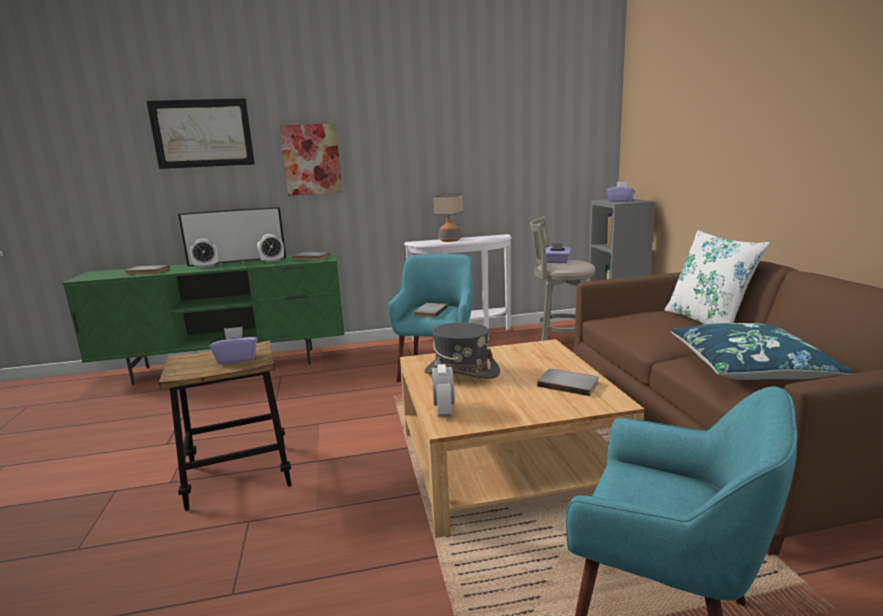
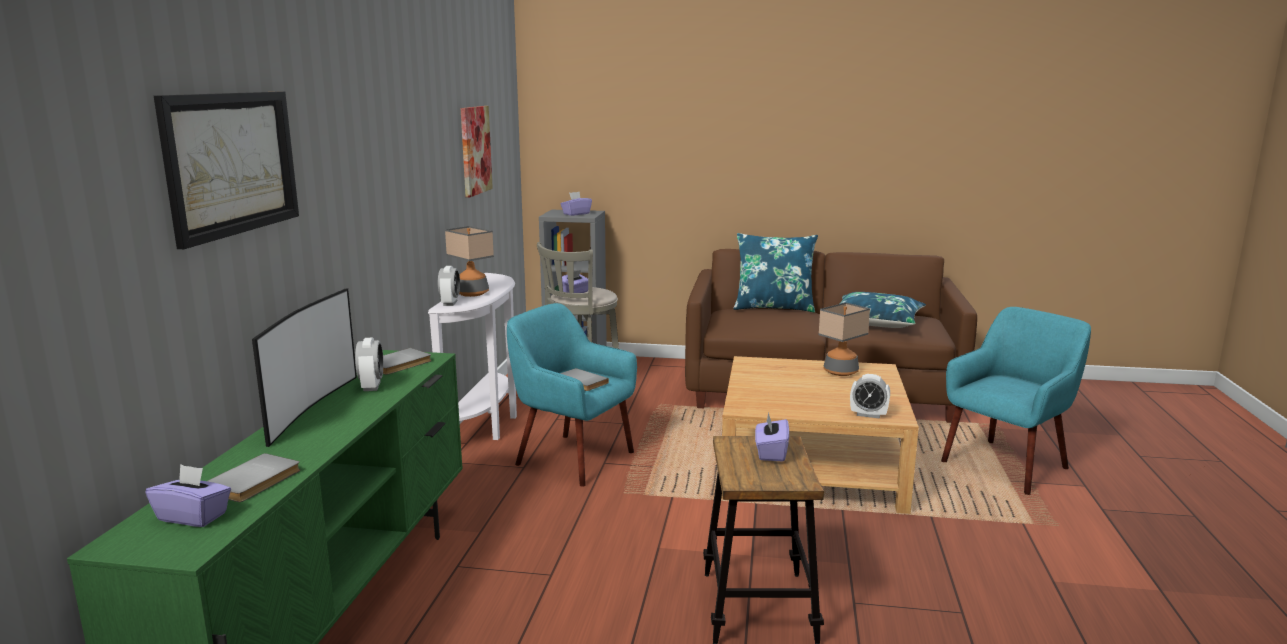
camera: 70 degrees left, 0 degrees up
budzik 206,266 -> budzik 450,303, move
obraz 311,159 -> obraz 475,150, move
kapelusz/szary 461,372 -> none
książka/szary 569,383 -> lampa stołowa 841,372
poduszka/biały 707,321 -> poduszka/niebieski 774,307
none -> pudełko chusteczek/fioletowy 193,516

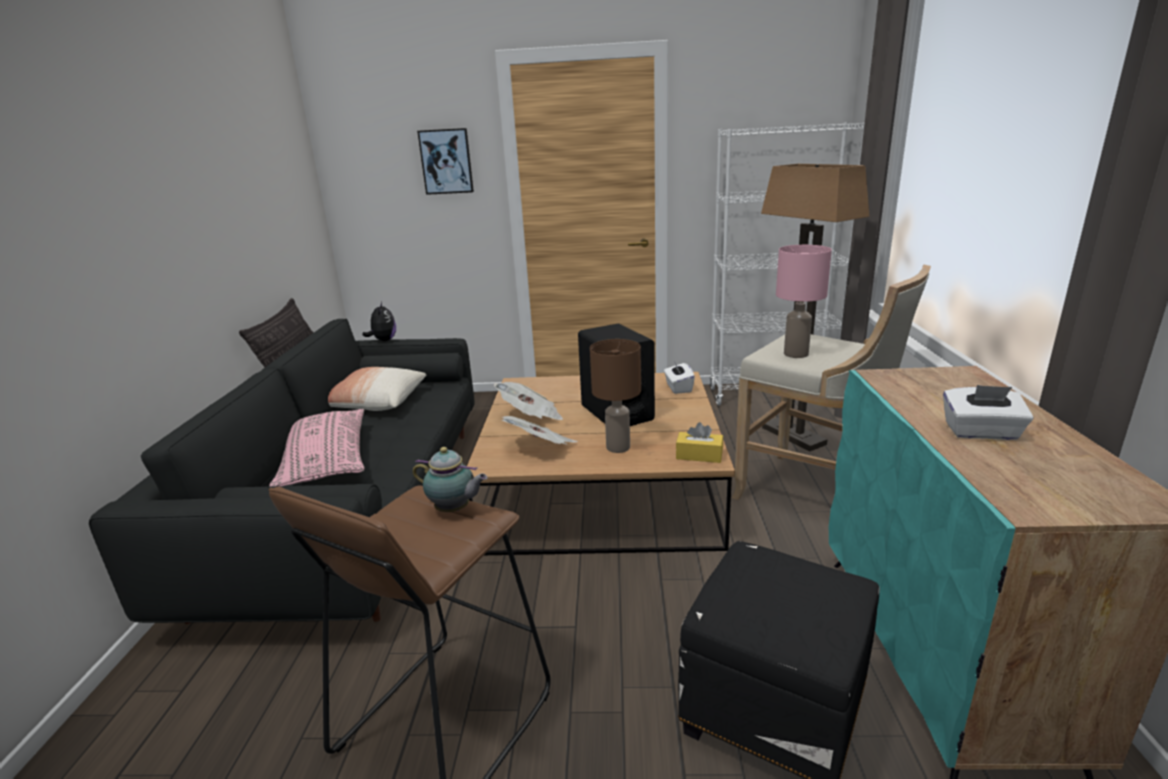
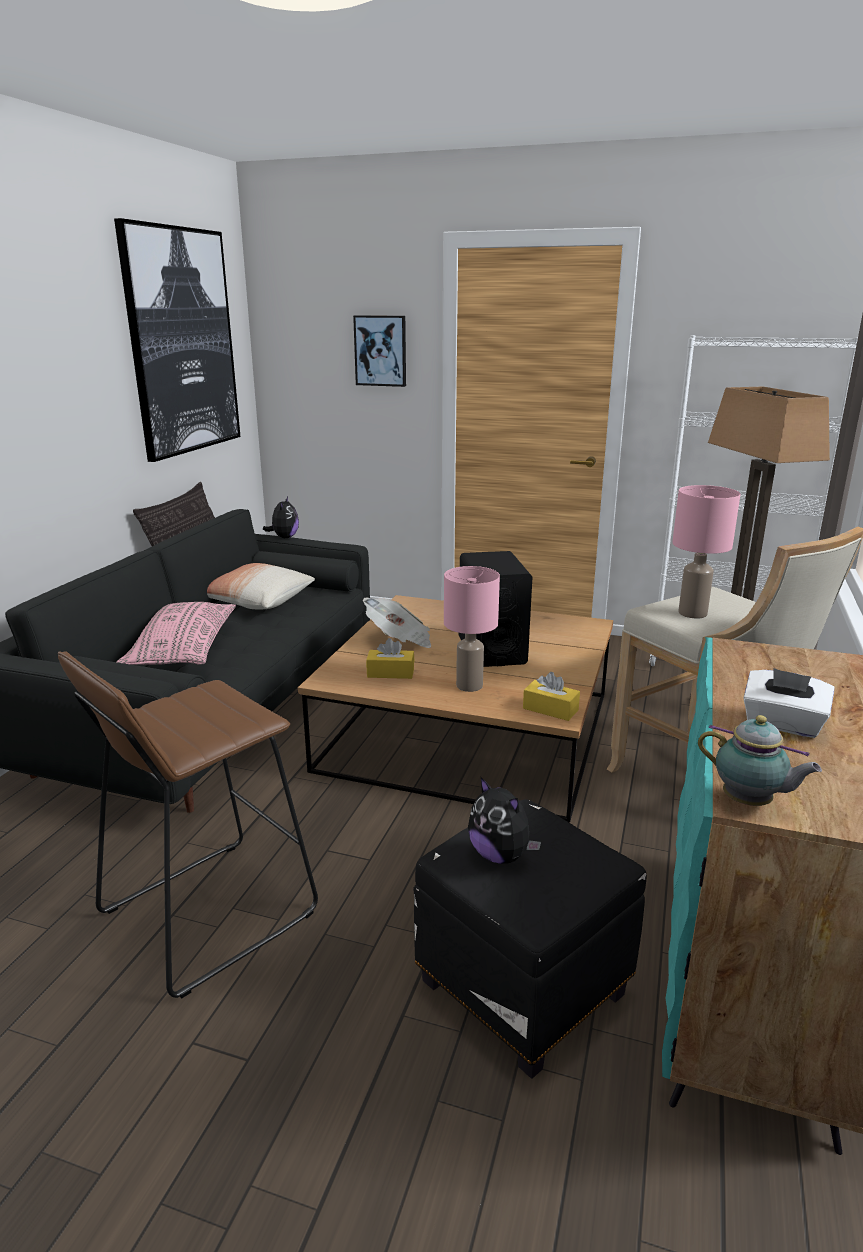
camera: 15 degrees right, 0 degrees up
imbryk 454,510 -> imbryk 749,803, move
gazeta 541,448 -> pudełko chusteczek/żółty 390,673
lampa stołowa/brązowy 617,447 -> lampa stołowa/różowy 469,685
pudełko chusteczek/biały 678,388 -> none
none -> obraz 182,342
none -> pluszak 500,855

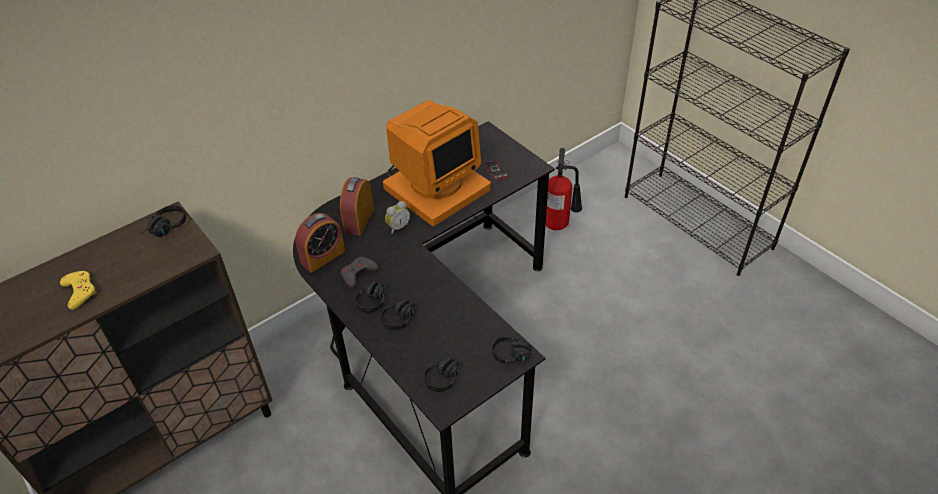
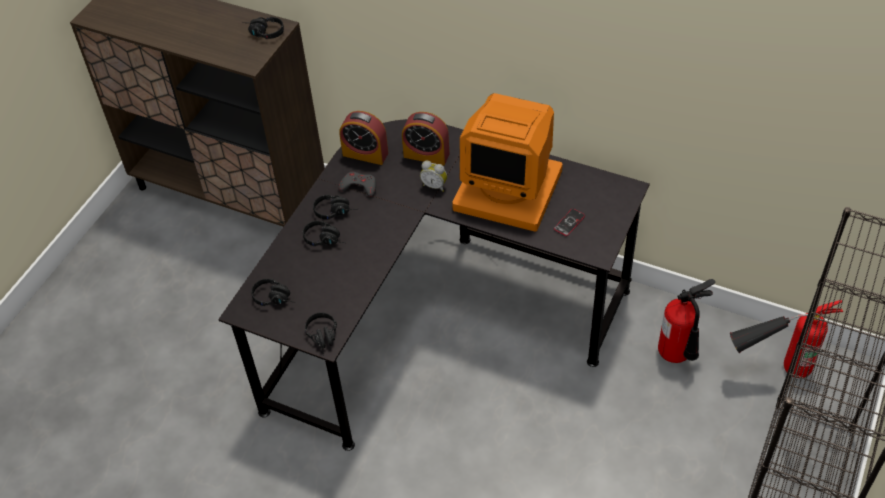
camera: 65 degrees right, 5 degrees up
pad do gier/żółty 80,291 -> none
budzik 359,220 -> budzik 426,155, 150 degrees counterclockwise
none -> gaśnica 771,370

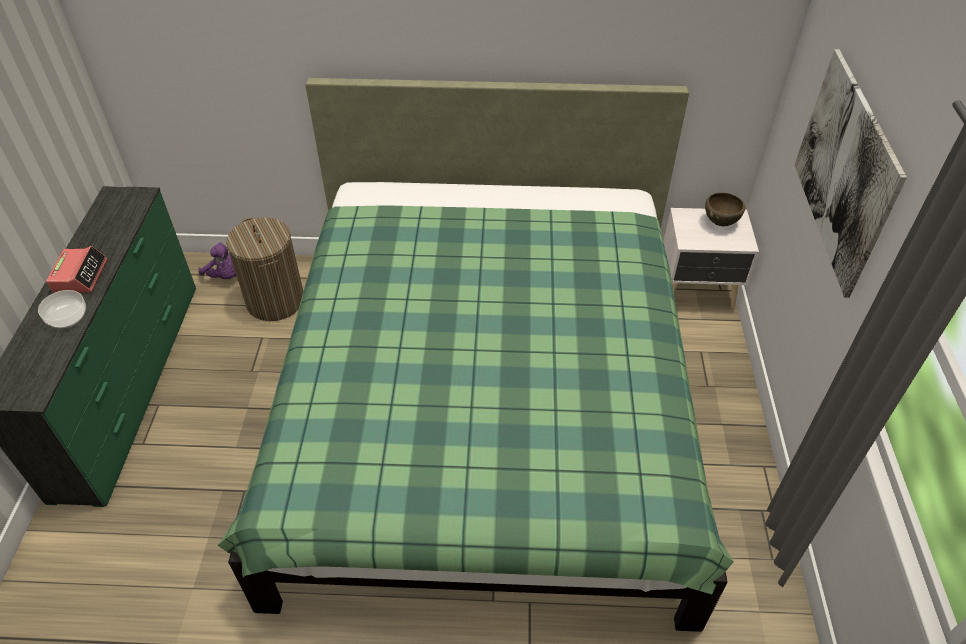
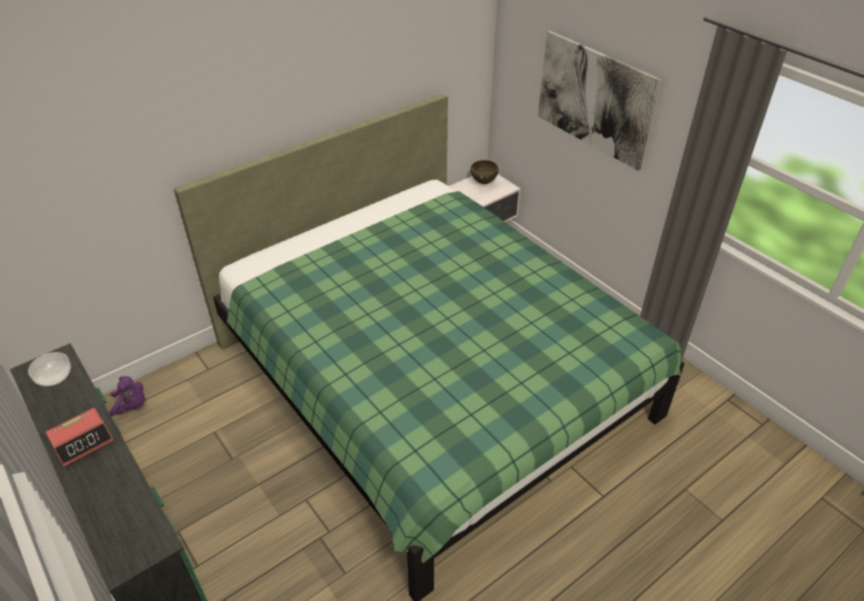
camera: 40 degrees left, 5 degrees down
miska 67,317 -> miska 53,376, move
budzik 80,276 -> budzik 82,441, 90 degrees clockwise
kosz na pranie 275,301 -> none

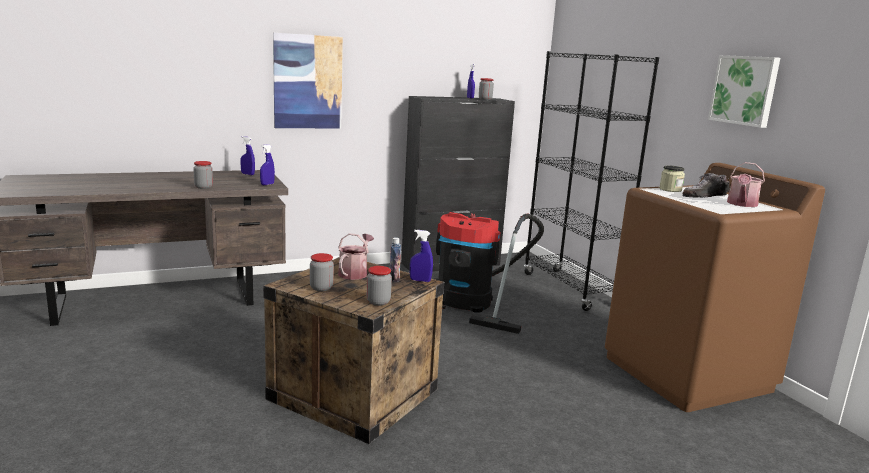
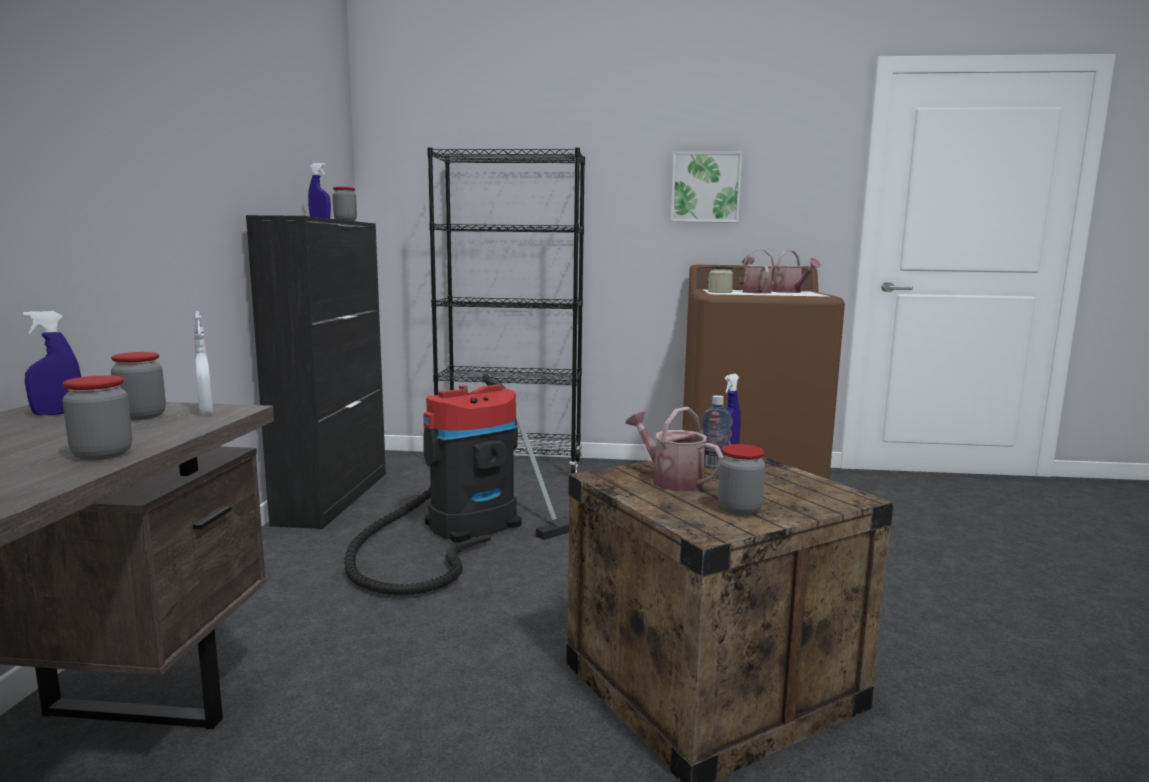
camera: 60 degrees left, 5 degrees down
spryskiwacz/niebieski 267,184 -> spryskiwacz/biały 206,412
obraz 308,82 -> none
słoik 378,302 -> słoik 142,416, move
but 704,196 -> konewka 755,292

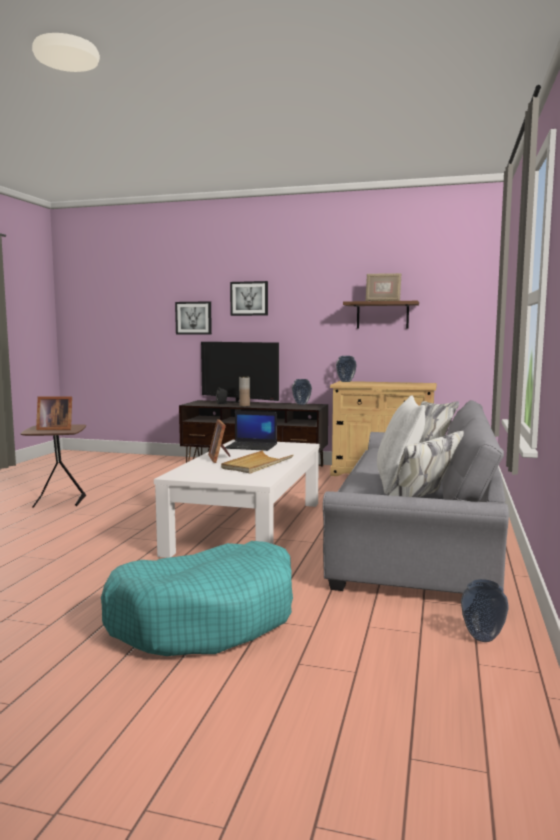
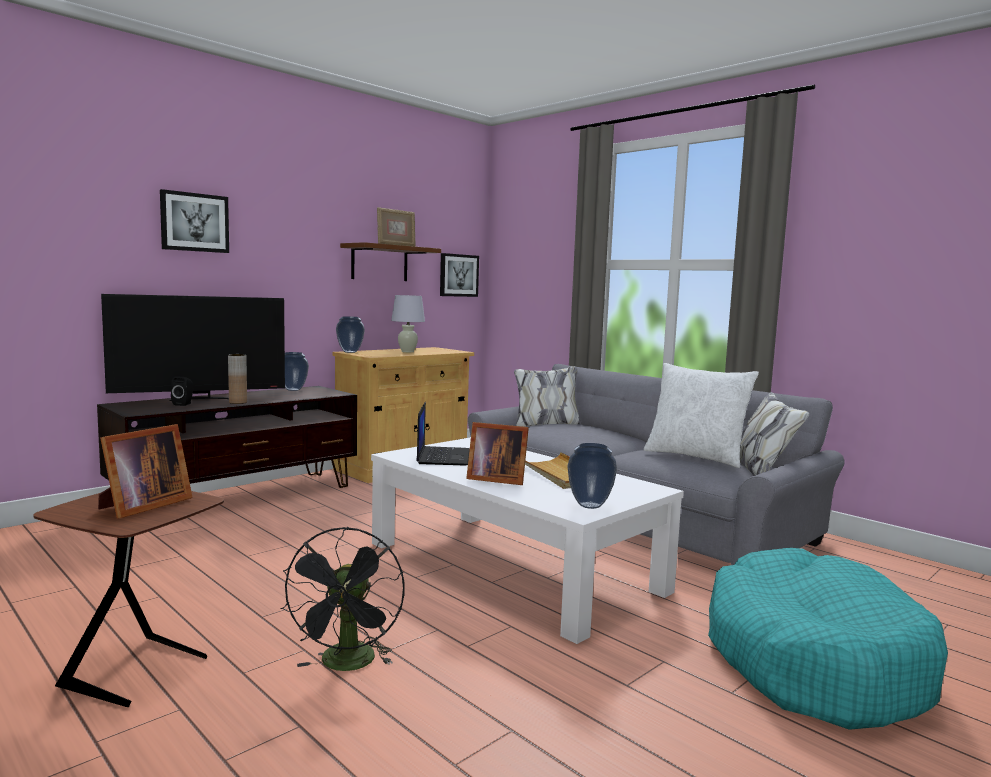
camera: 60 degrees left, 0 degrees up
obraz 193,318 -> obraz 458,275, move
laptop 252,446 -> laptop 442,456, 45 degrees counterclockwise
wazon 482,638 -> wazon 590,506, move
none -> wentylator/czarny 347,665
none -> lampa stołowa/biały 407,351

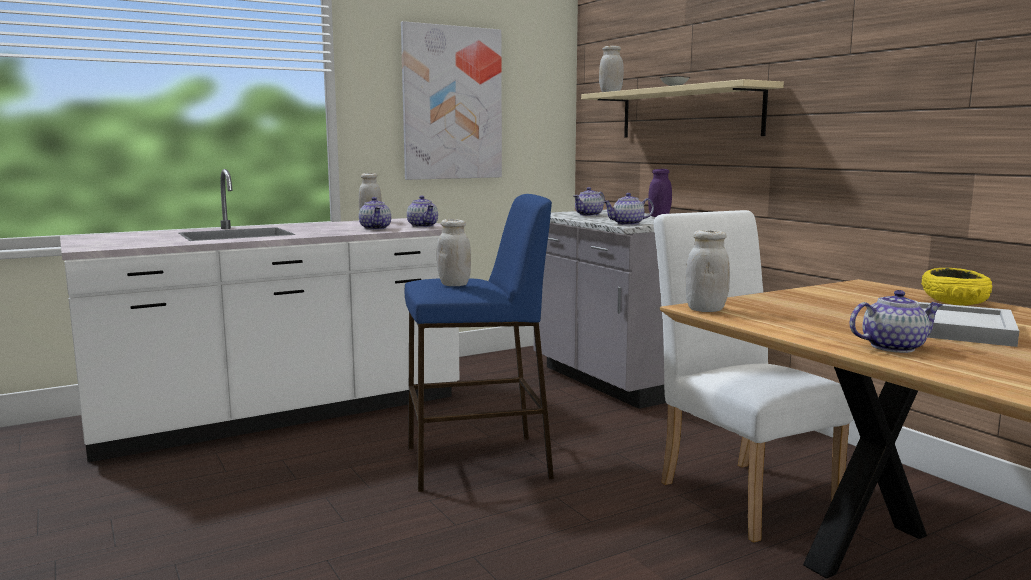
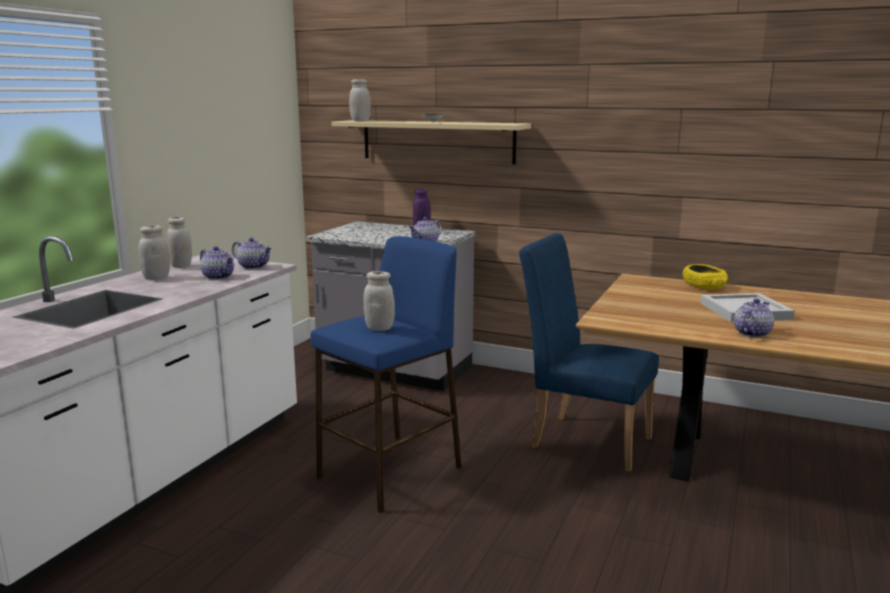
camera: 35 degrees left, 5 degrees up
obraz 452,103 -> none
imbryk 589,215 -> none
krzesło/biały 739,493 -> krzesło/niebieski 582,439
słoik/biały 705,309 -> słoik/biały 156,278, move

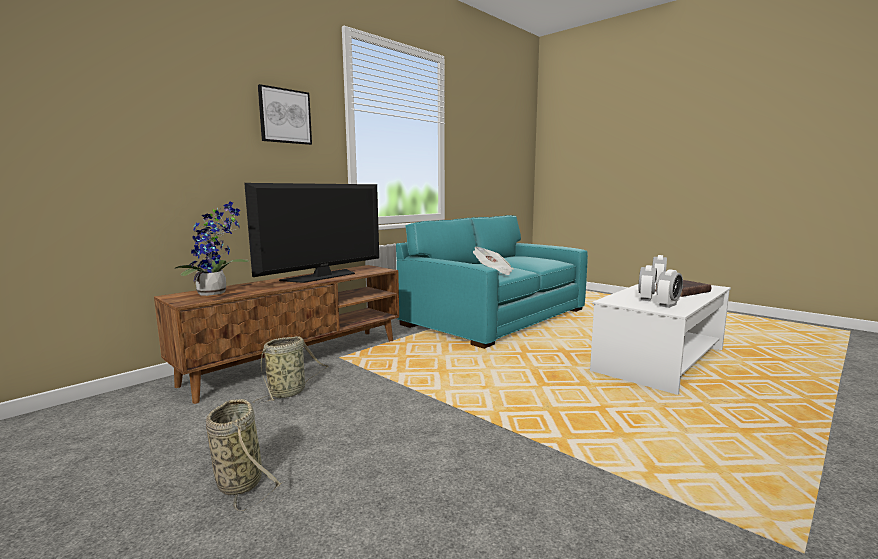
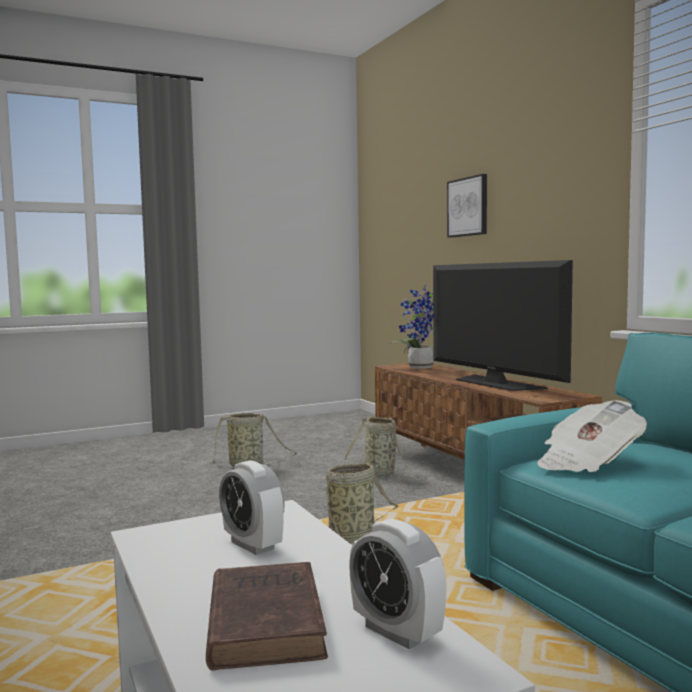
camera: 110 degrees right, 5 degrees down
obraz 285,116 -> obraz 468,207, move
budzik 667,305 -> none
none -> koszyk 354,537

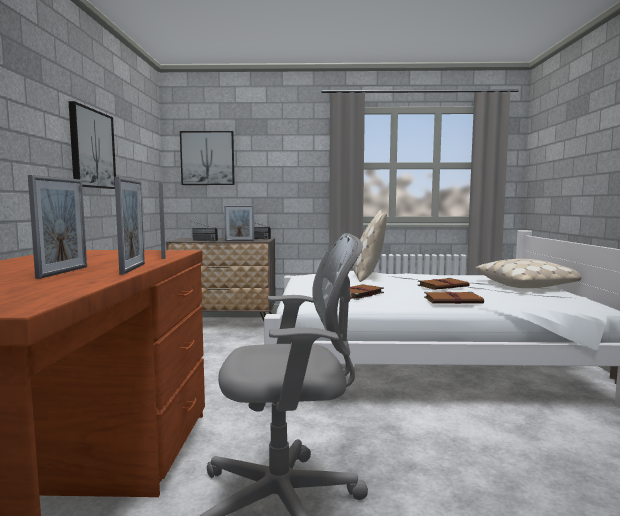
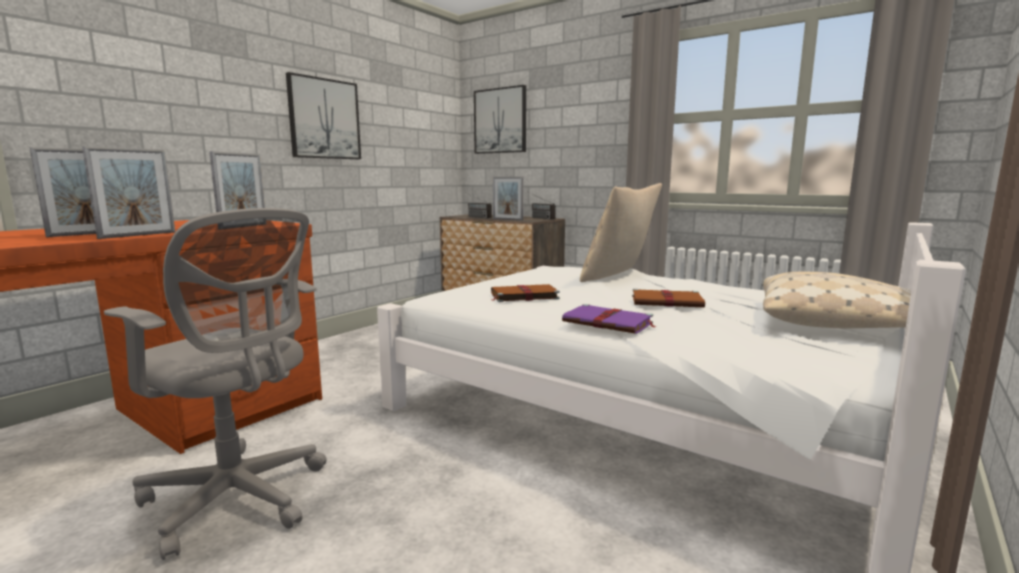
camera: 35 degrees right, 5 degrees up
książka/brązowy 454,300 -> książka/fioletowy 609,323

